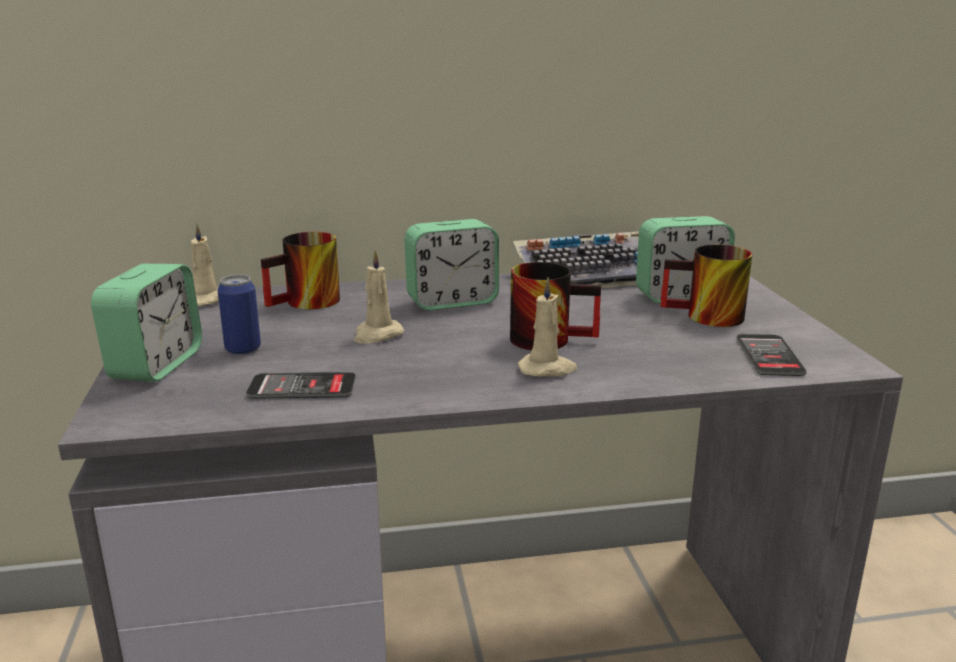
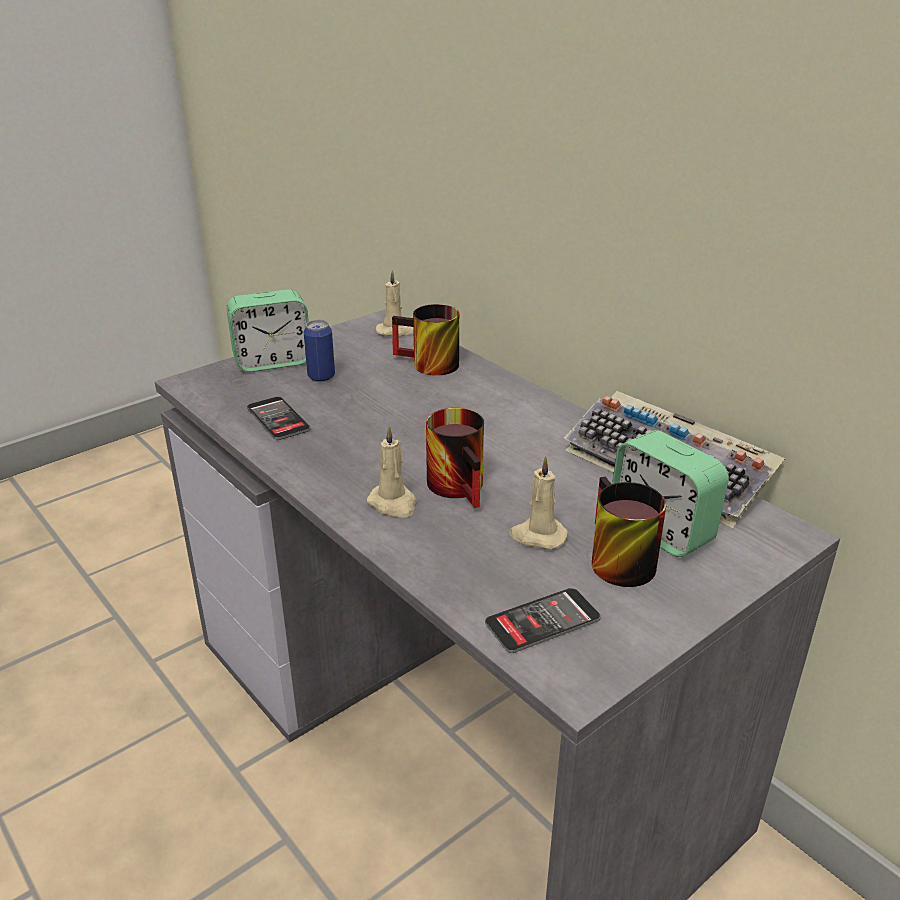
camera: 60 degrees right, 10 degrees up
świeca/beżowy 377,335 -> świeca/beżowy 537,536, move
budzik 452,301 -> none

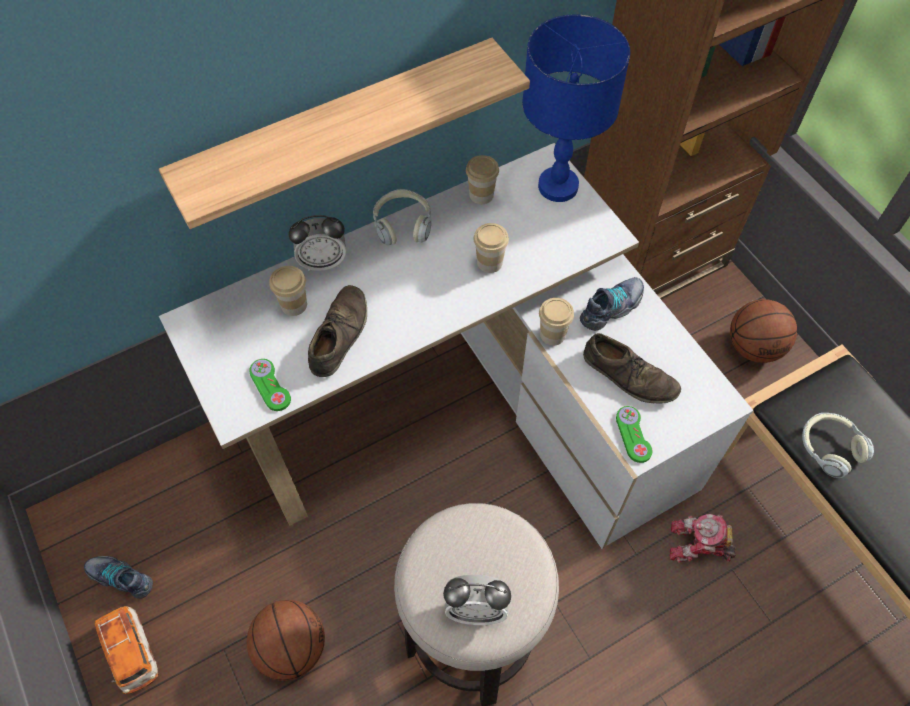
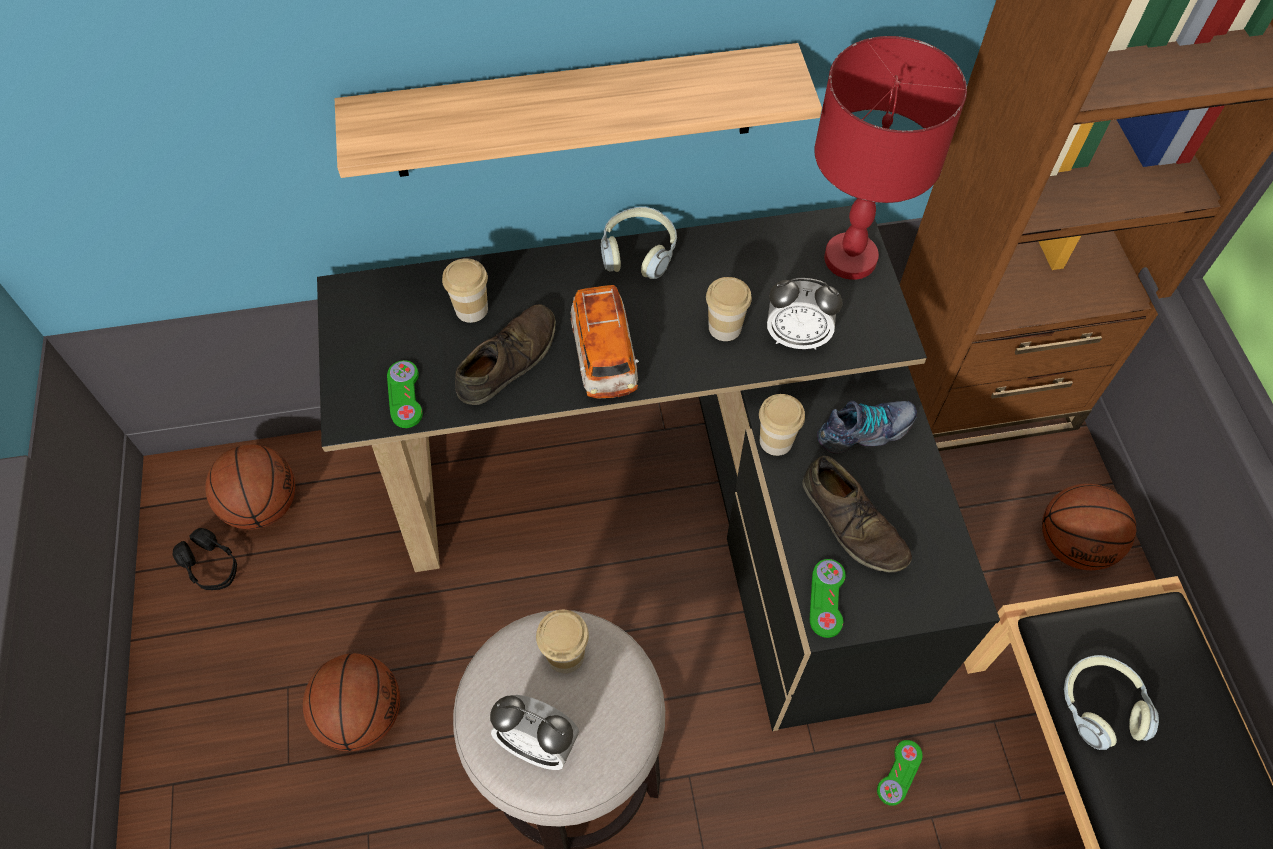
camera: 20 degrees right, 0 degrees up
but 121,577 -> słuchawki/czarny 211,566
samochodzik 132,652 -> samochodzik 604,357, move
biurko/biały 468,409 -> biurko/czarny 675,505
budzik 323,262 -> budzik 797,337, move
filiżanka 481,195 -> filiżanka 565,654, move
lampa stołowa/niebieski 557,186 -> lampa stołowa/czerwony 849,258
robot zabawkowy 699,546 -> pad do gier/zielony 899,773
none -> piłka do koszykówki 263,505

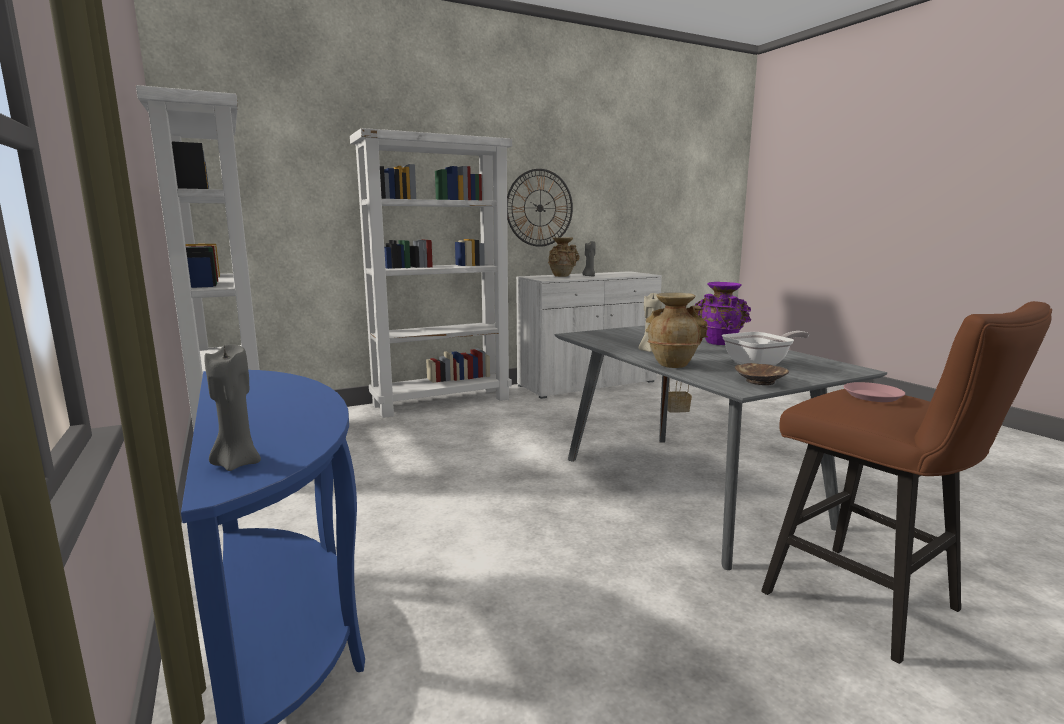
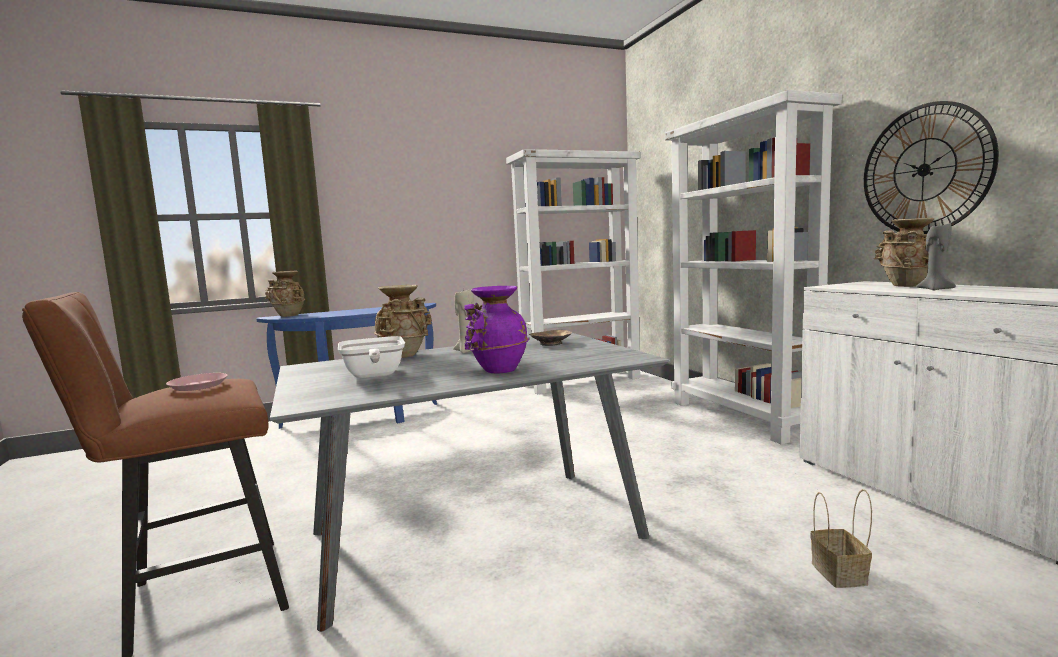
camera: 95 degrees right, 5 degrees down
świeca/szary 237,463 -> wazon/beżowy 288,315
miska/brązowy 760,381 -> miska/brązowy 551,343, move

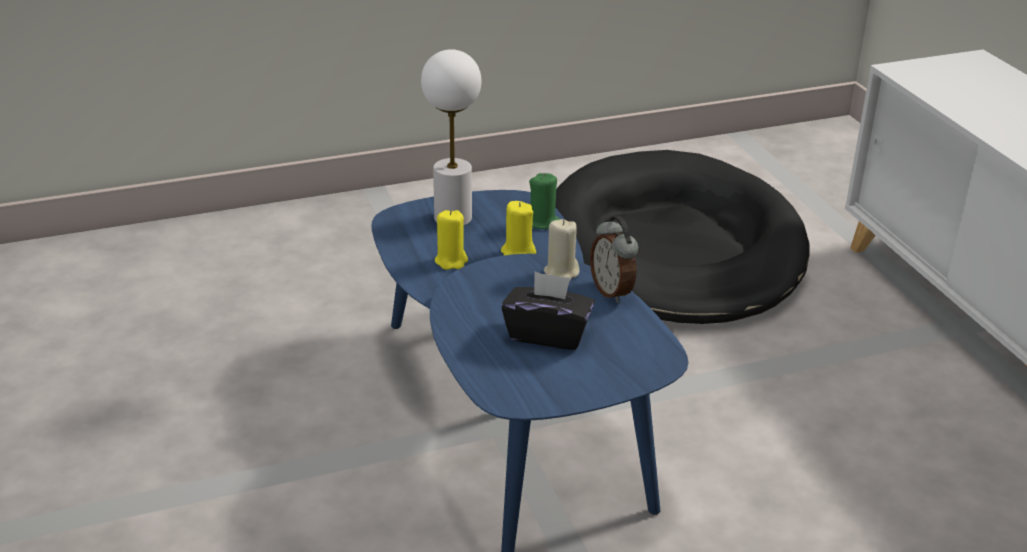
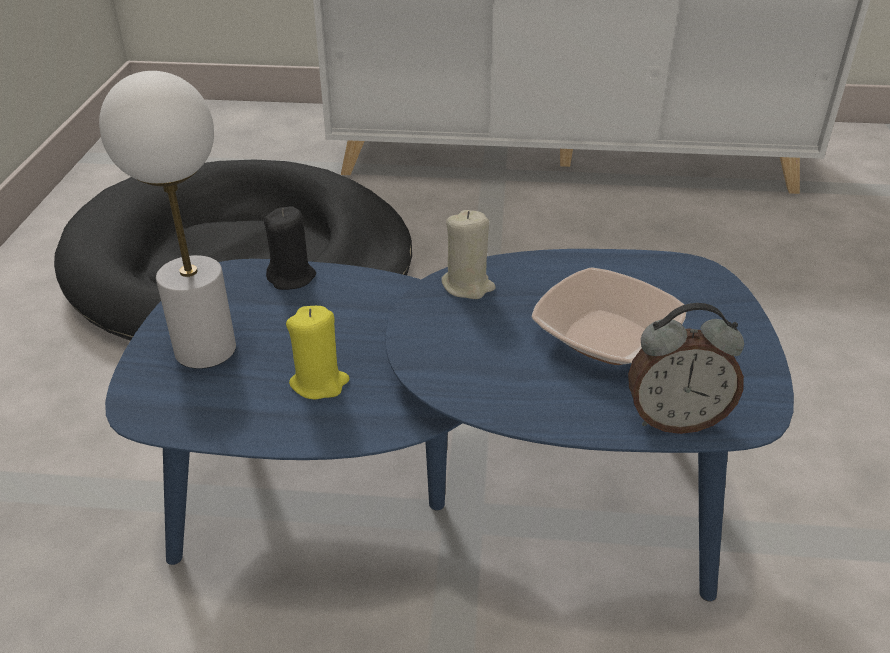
camera: 65 degrees left, 5 degrees up
świeca/żółty 518,252 -> none
pudełko chusteczek/czarny 547,334 -> miska 606,336
świeca/zielony 543,222 -> świeca/czarny 292,277
budzik 612,291 -> budzik 675,419, move

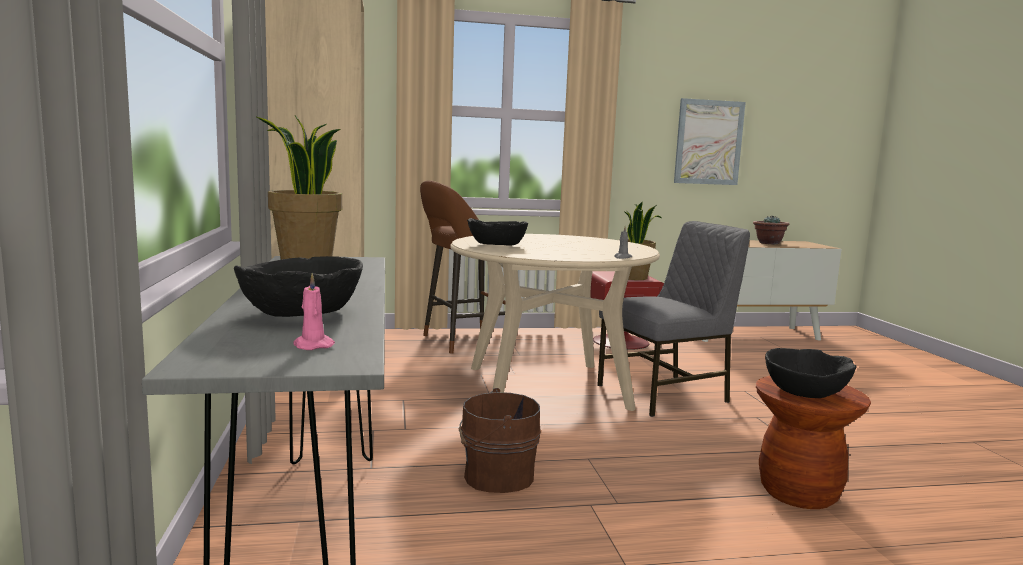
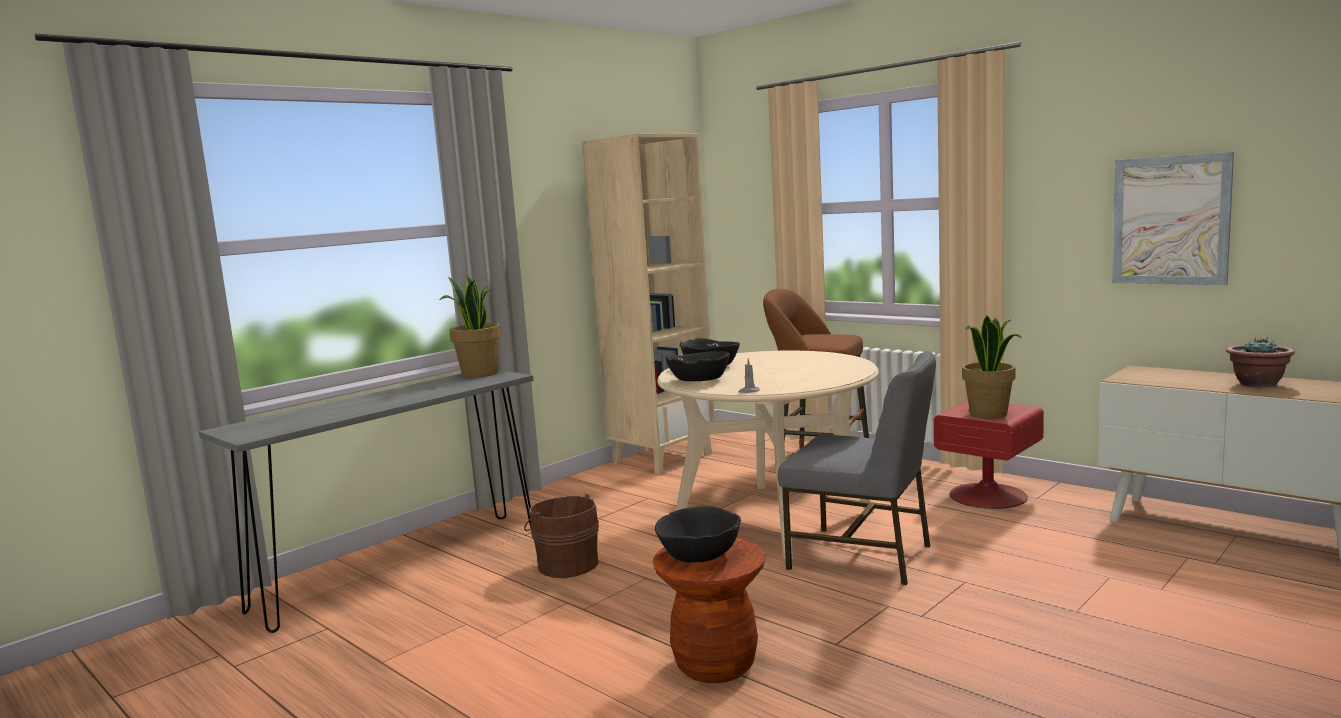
camera: 55 degrees right, 0 degrees up
miska/czarny 300,313 -> miska/czarny 698,380, move
świeca/różowy 312,345 -> none

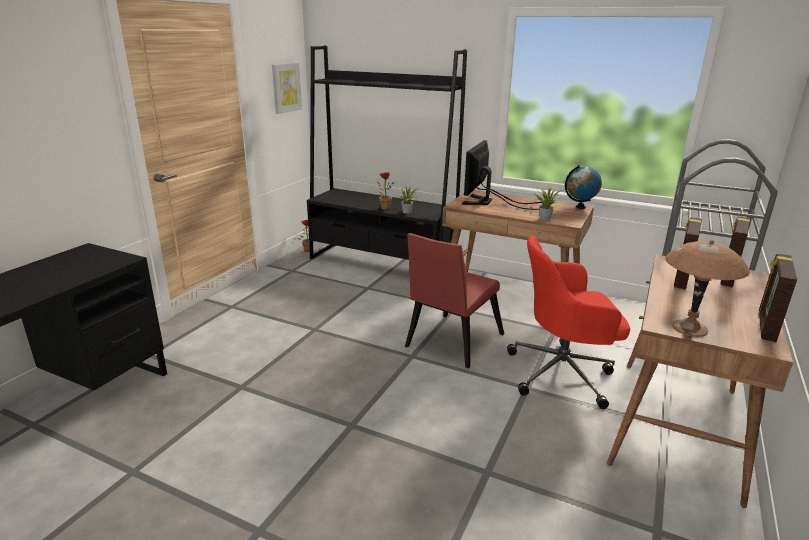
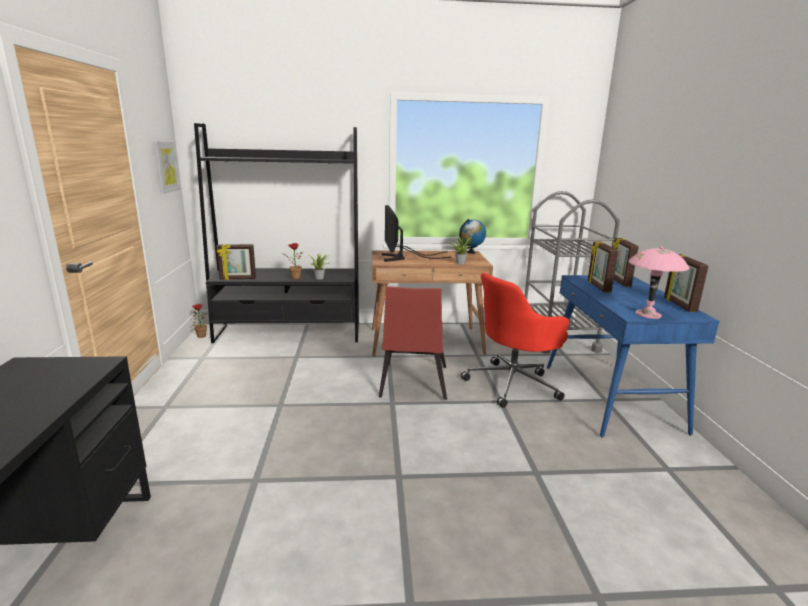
camera: 30 degrees left, 5 degrees down
biurko/brązowy 677,426 -> biurko/niebieski 611,397
lampa stołowa/brązowy 689,328 -> lampa stołowa/różowy 648,314
none -> ramka na zdjęcie 238,279

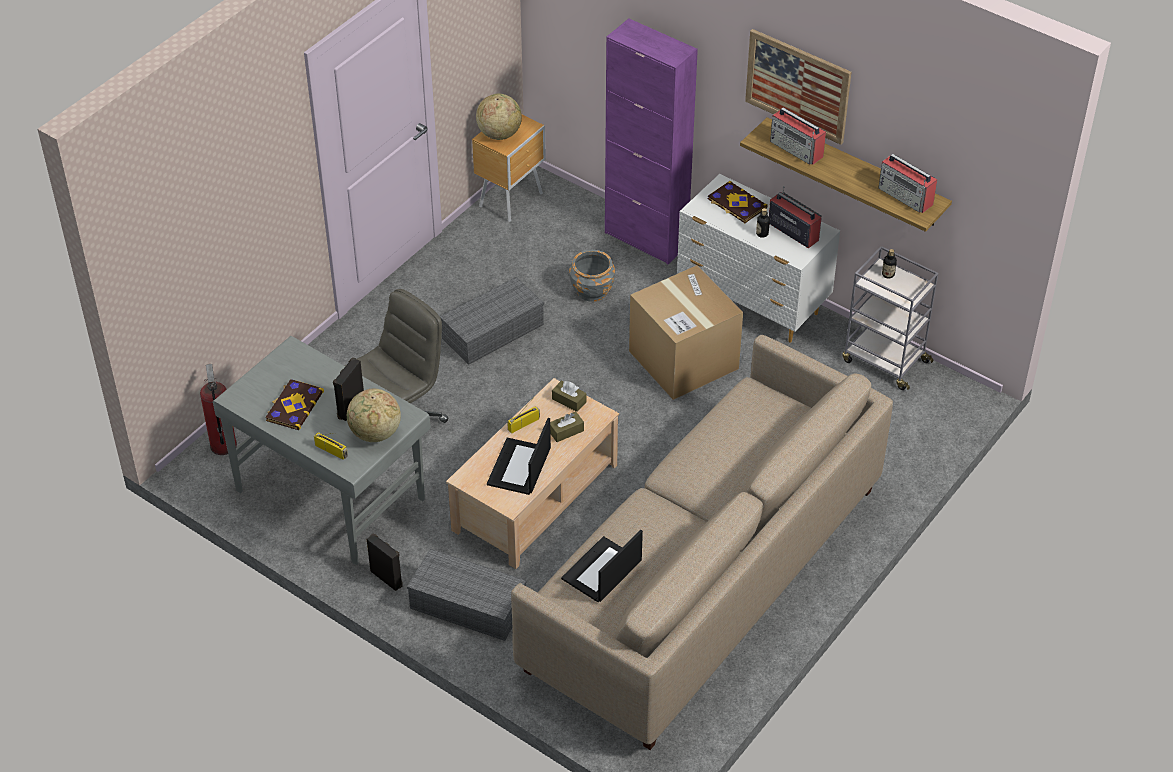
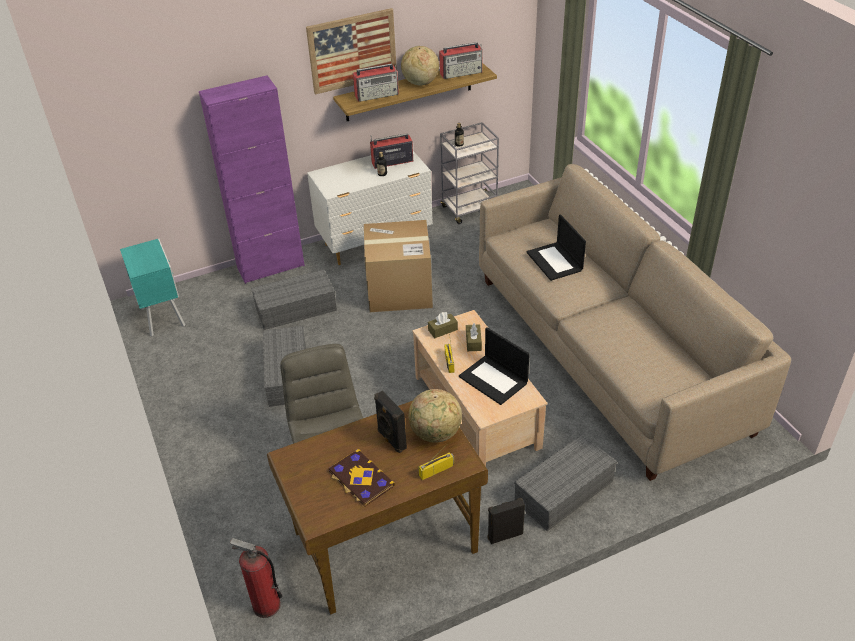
camera: 60 degrees left, 5 degrees down
biurko/szary 330,493 -> biurko/brązowy 383,541
szafka nocna/brązowy 512,200 -> szafka nocna/turkusowy 163,317
globus 499,134 -> globus 420,83, move
laptop 602,571 -> laptop 555,261, move
donica/szary 591,291 -> pojemnik do przechowywania/szary 295,309
książka 736,204 -> none

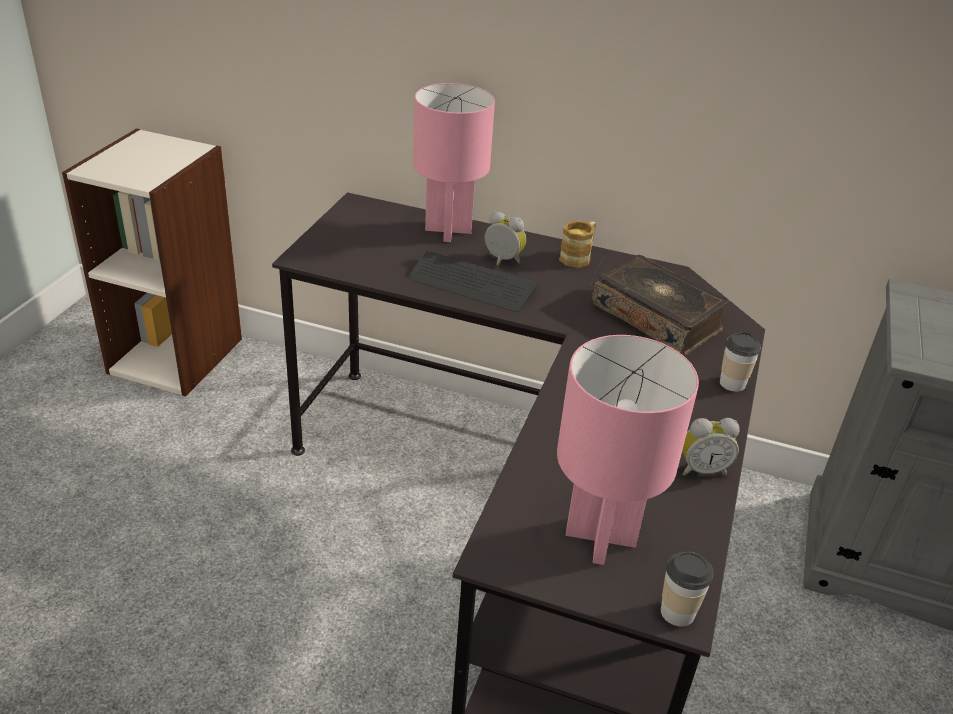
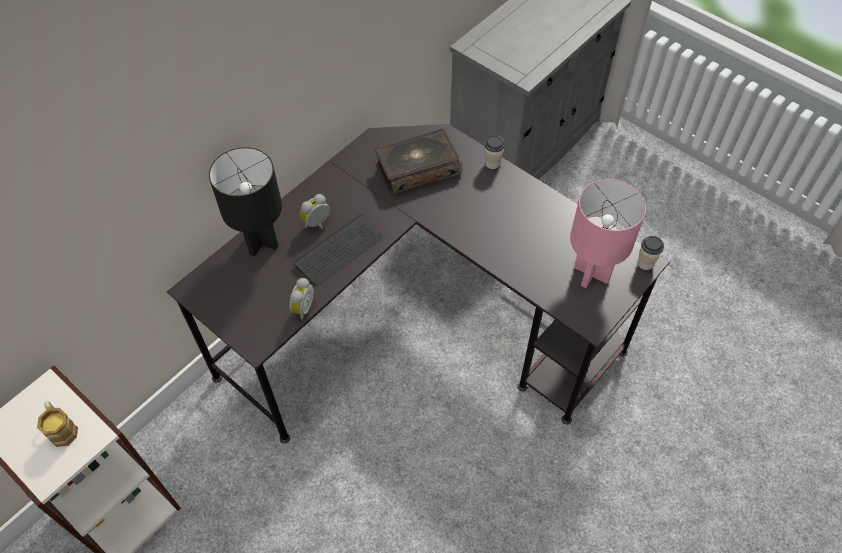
camera: 65 degrees left, 20 degrees up
lampa stołowa/różowy 447,230 -> lampa stołowa/czarny 260,242
kubek 578,257 -> kubek 62,428, move
budzik 702,469 -> budzik 302,308, move

